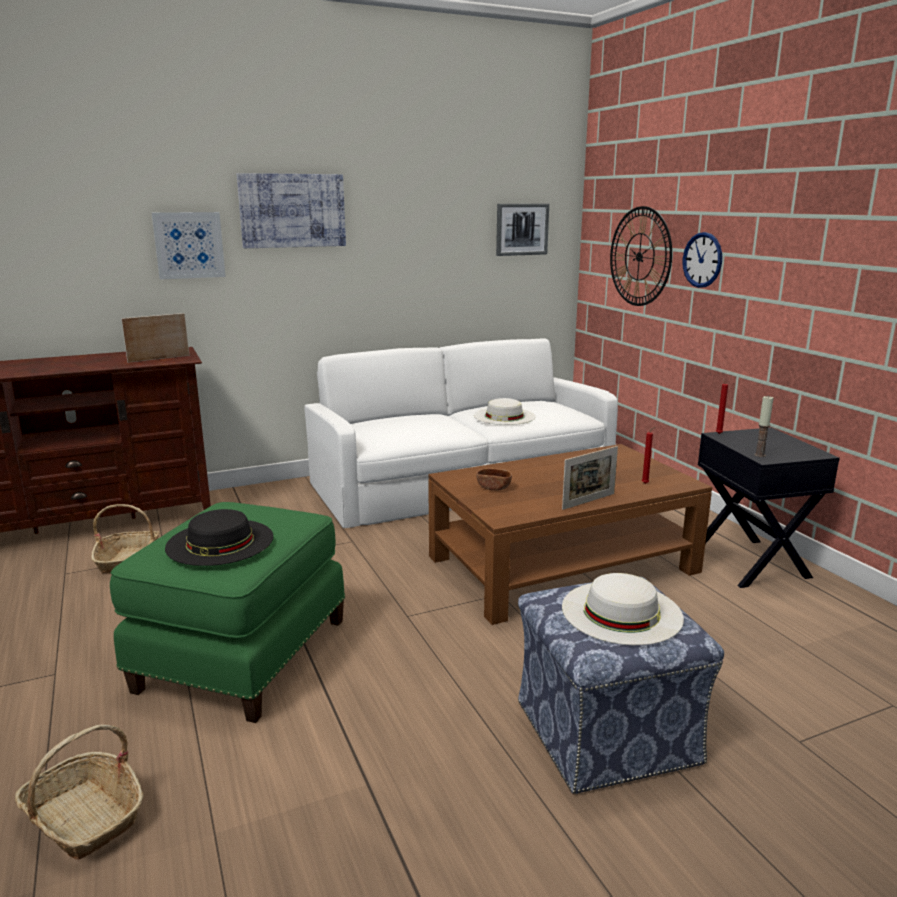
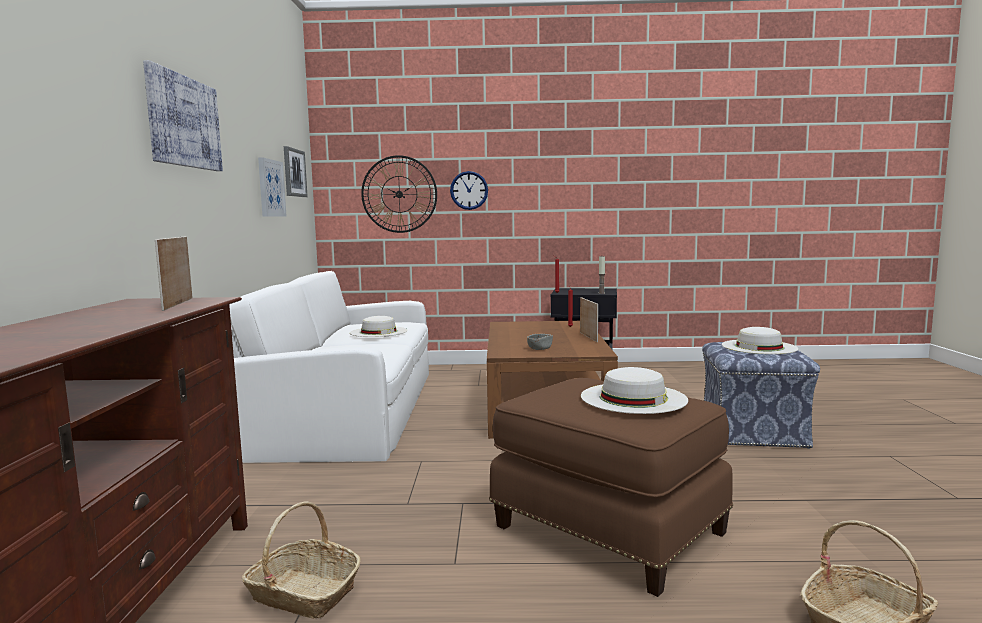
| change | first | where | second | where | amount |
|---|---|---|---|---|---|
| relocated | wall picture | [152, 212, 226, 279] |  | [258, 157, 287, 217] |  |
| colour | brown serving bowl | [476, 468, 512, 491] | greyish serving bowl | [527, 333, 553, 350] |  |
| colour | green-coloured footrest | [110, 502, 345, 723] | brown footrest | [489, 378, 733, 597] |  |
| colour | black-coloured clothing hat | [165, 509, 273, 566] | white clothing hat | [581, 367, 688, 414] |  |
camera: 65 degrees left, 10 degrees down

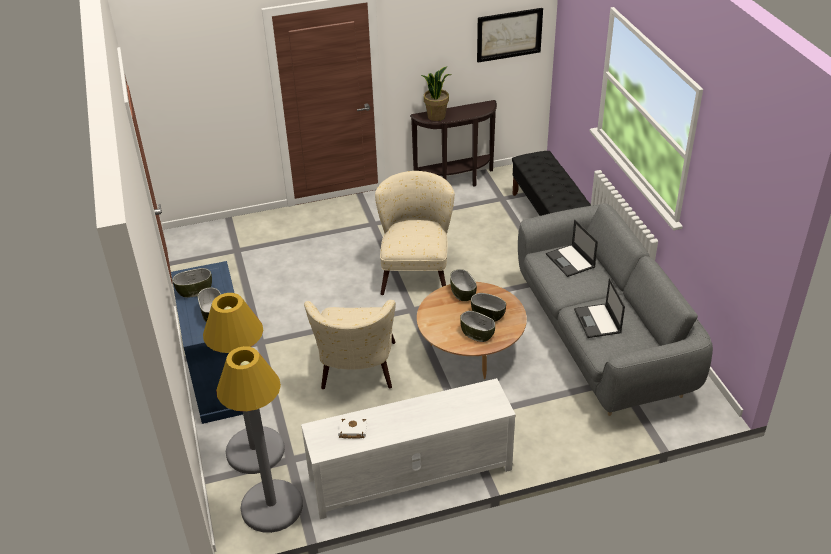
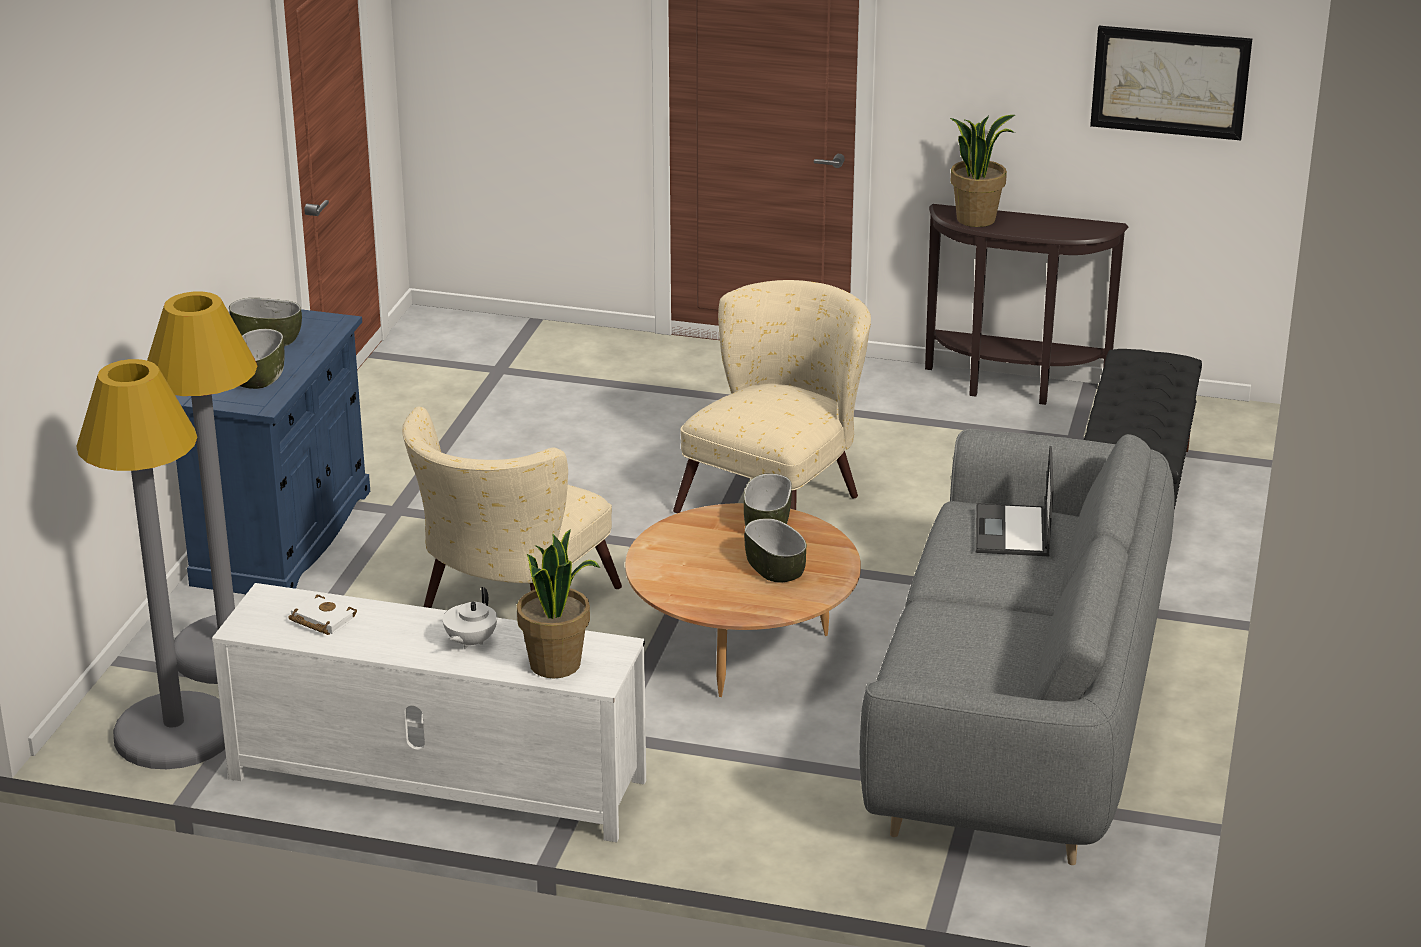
| change | first | where | second | where | amount |
|---|---|---|---|---|---|
| missing | notebook computer | [574, 278, 625, 338] |  |  |  |
| missing | serving bowl | [460, 311, 495, 342] |  |  |  |
| appeared |  |  | potted plant | [517, 529, 600, 678] |  |
| appeared |  |  | white pot for tea | [443, 587, 497, 649] |  |
camera: 30 degrees right, 10 degrees down

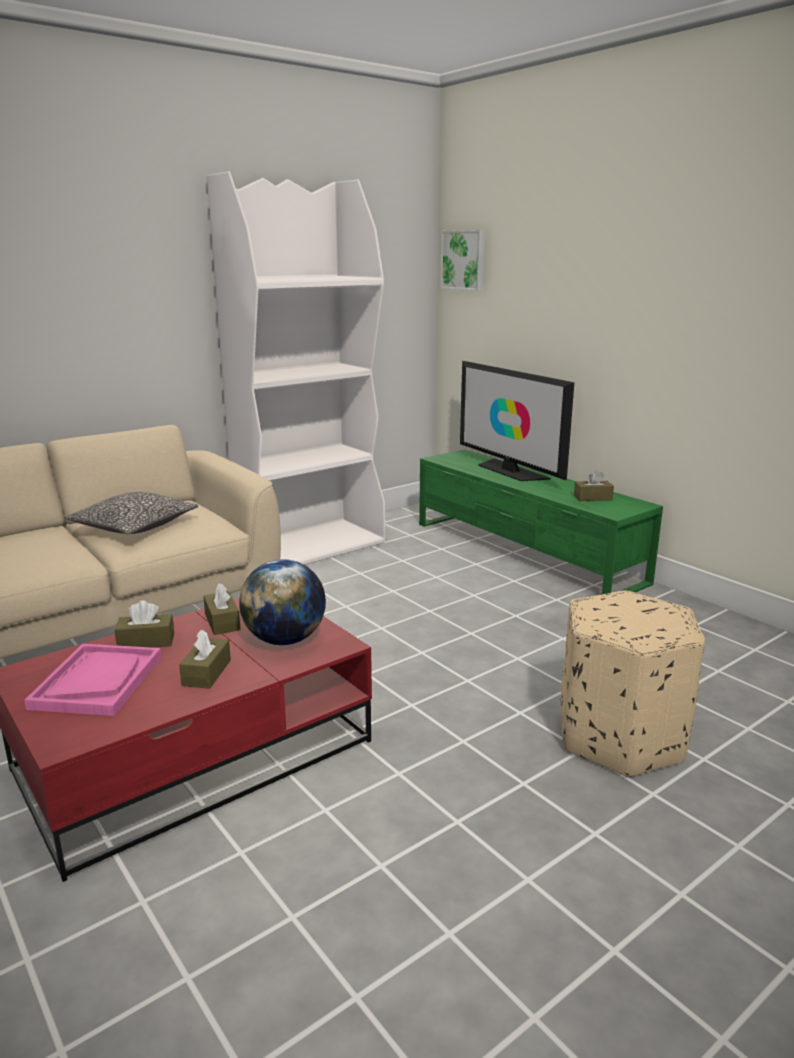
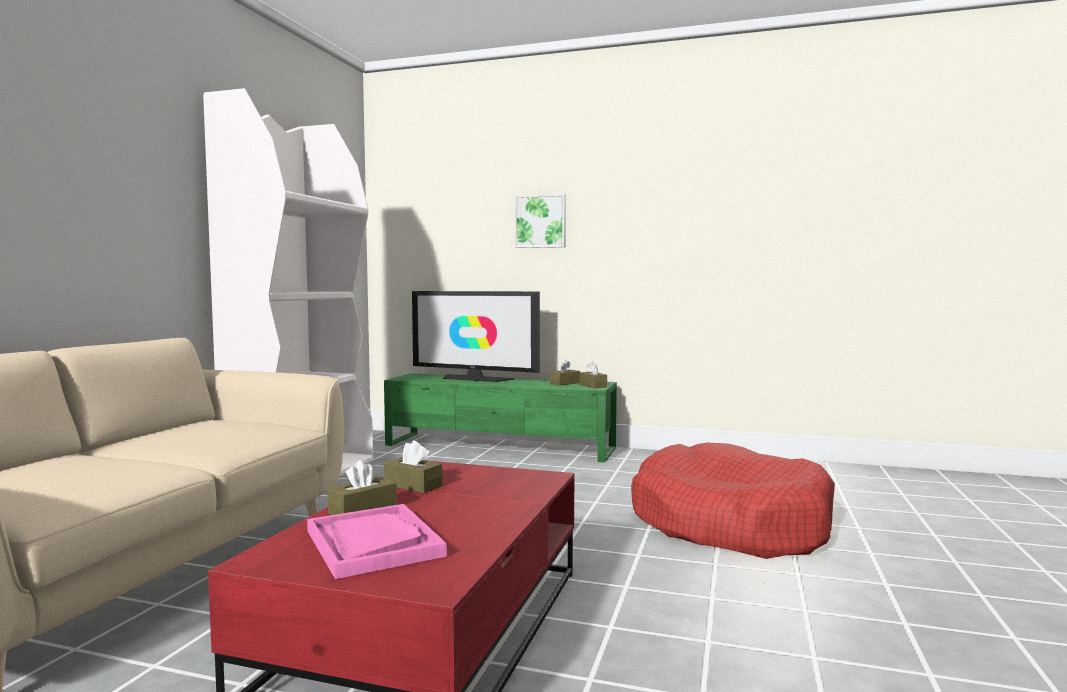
| change | first | where | second | where | amount |
|---|---|---|---|---|---|
| relocated | wall picture | [440, 230, 485, 291] |  | [514, 194, 566, 248] |  |
| missing | pillow | [64, 492, 198, 534] |  |  |  |
| missing | world globe | [239, 559, 326, 645] |  |  |  |
| exchanged | sand-coloured footrest | [561, 591, 705, 778] | red dog bed | [631, 443, 835, 559] |  |
| relocated | brown box of tissues | [179, 630, 231, 689] |  | [580, 361, 607, 388] |  |
camera: 35 degrees left, 15 degrees down

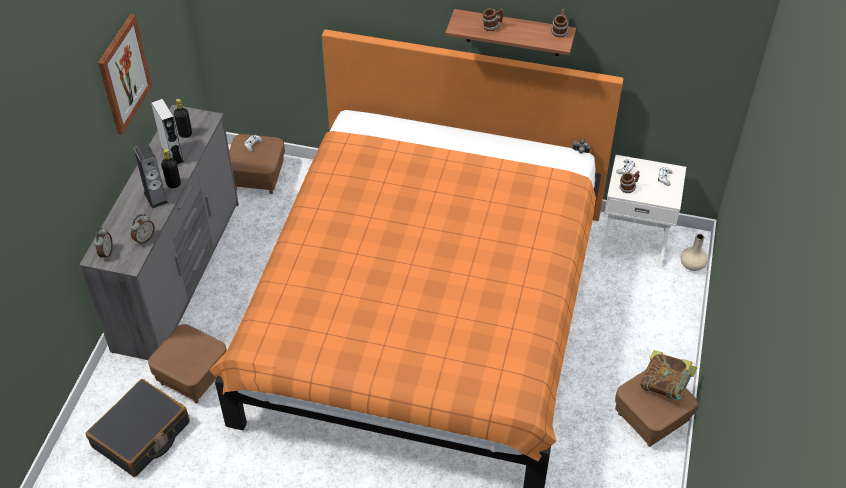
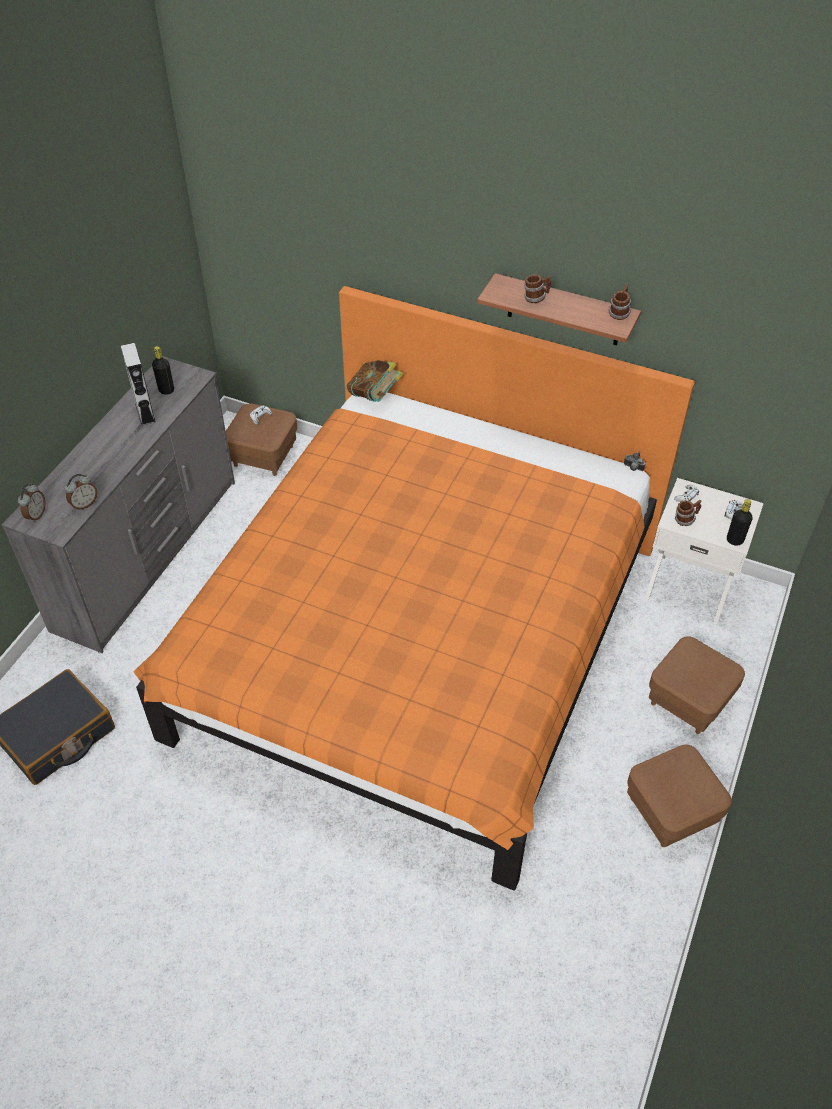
| change | first | where | second | where | amount |
|---|---|---|---|---|---|
| missing | wall picture | [98, 14, 152, 135] |  |  |  |
| missing | loudspeaker | [134, 143, 168, 209] |  |  |  |
| relocated | black-coloured drink bottle | [161, 149, 181, 188] |  | [727, 499, 753, 546] |  |
| missing | sand-coloured decorative vase | [681, 234, 708, 271] |  |  |  |
| relocated | brown footrest | [148, 324, 227, 403] |  | [649, 636, 745, 734] |  |
| relocated | book | [640, 350, 697, 400] |  | [347, 360, 404, 402] |  |
camera: 10 degrees right, 0 degrees up

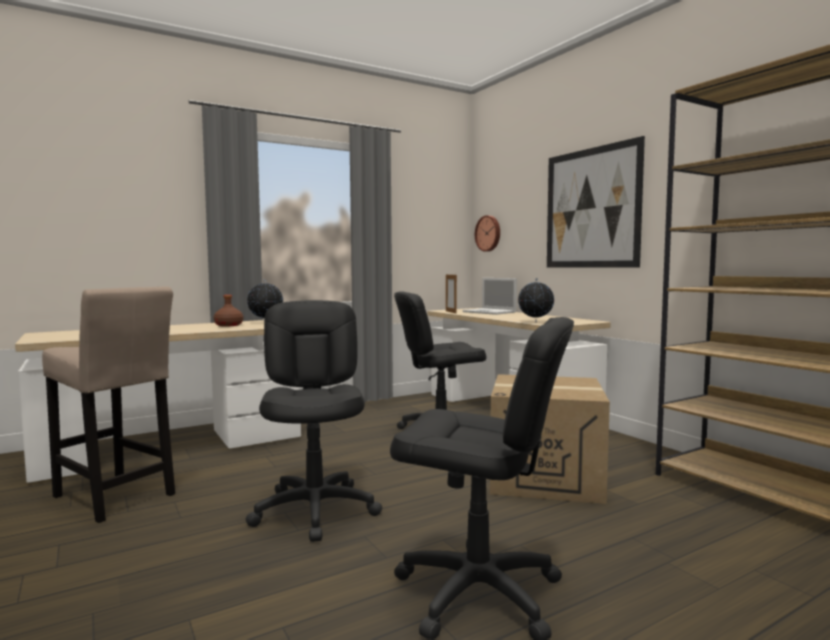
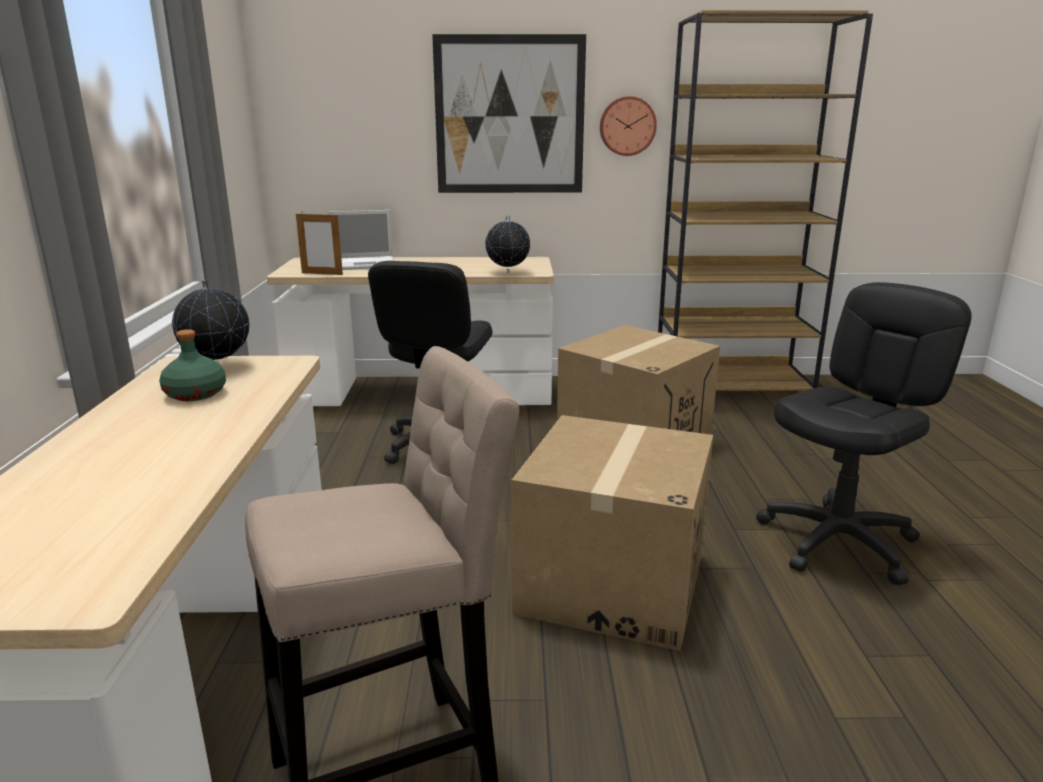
| change | first | where | second | where | amount |
|---|---|---|---|---|---|
| relocated | wall clock | [475, 215, 500, 252] |  | [600, 96, 657, 156] |  |
| colour | brown drink bottle | [213, 295, 243, 327] | green-coloured drink bottle | [159, 329, 226, 401] |  |
| exchanged | black-coloured computer chair | [246, 300, 382, 542] | packing box | [511, 415, 713, 651] |  |
camera: 60 degrees left, 15 degrees up

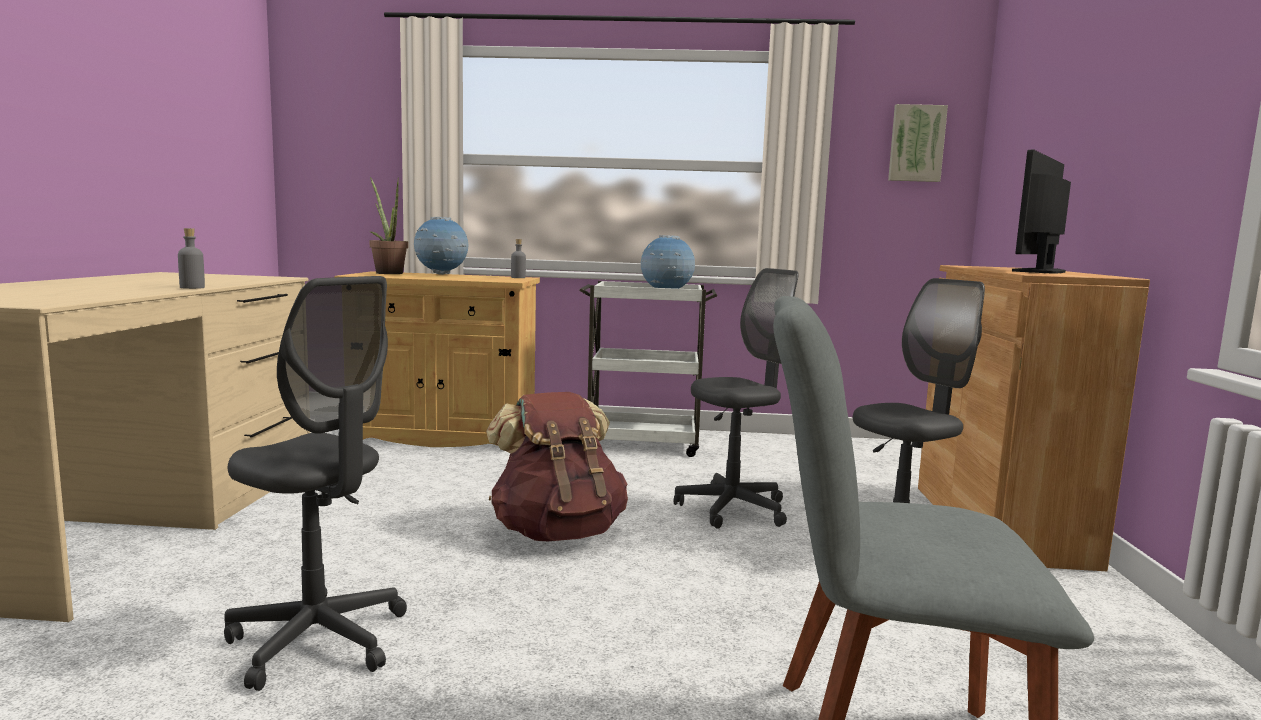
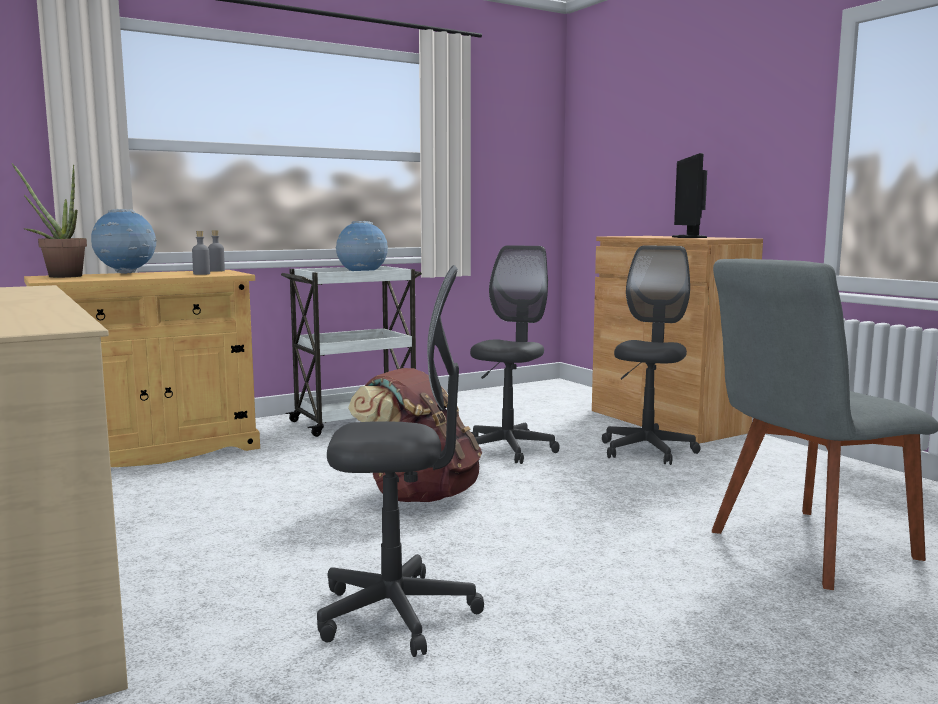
| change | first | where | second | where | amount |
|---|---|---|---|---|---|
| missing | wall picture | [888, 104, 948, 182] |  |  |  |
| relocated | greyish drink bottle | [178, 228, 205, 289] |  | [192, 231, 210, 275] |  |
camera: 35 degrees left, 0 degrees up

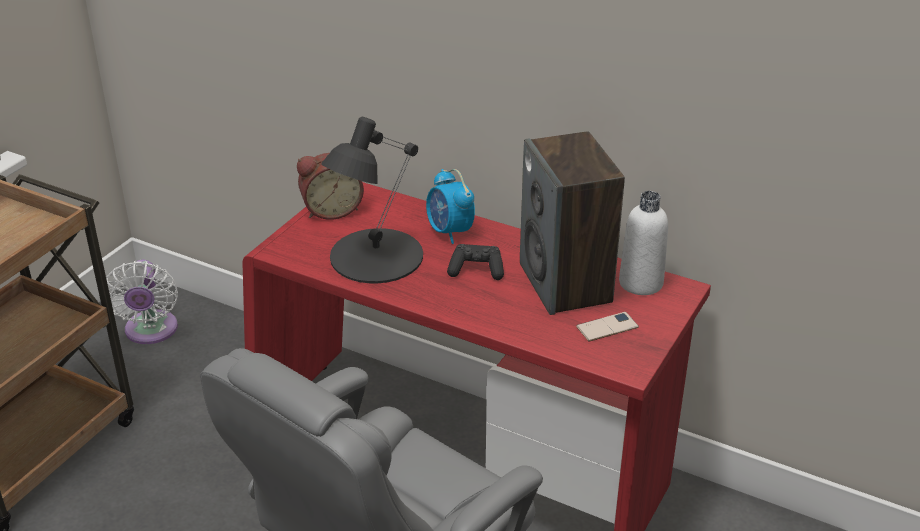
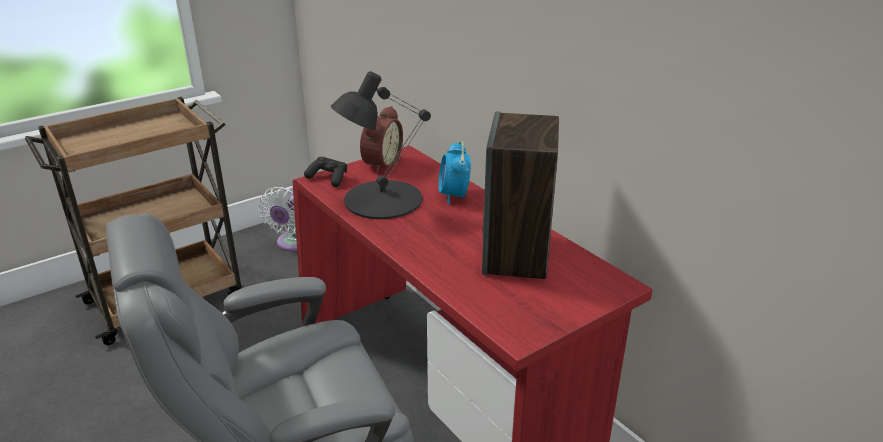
| change | first | where | second | where | amount |
|---|---|---|---|---|---|
| spun | alarm clock | [297, 153, 364, 220] |  | [360, 106, 403, 173] | 75 degrees counterclockwise |
| missing | white drink bottle | [619, 191, 668, 295] |  |  |  |
| relocated | black-coloured gamepad | [447, 244, 504, 280] |  | [304, 157, 347, 187] |  |
| missing | phone | [576, 312, 639, 341] |  |  |  |
camera: 25 degrees right, 5 degrees down

